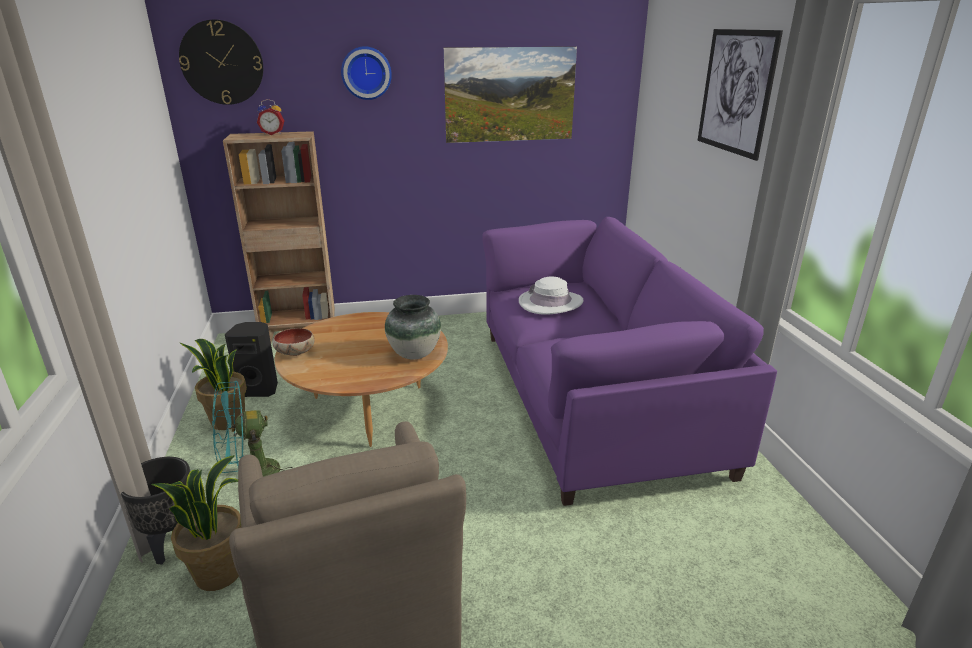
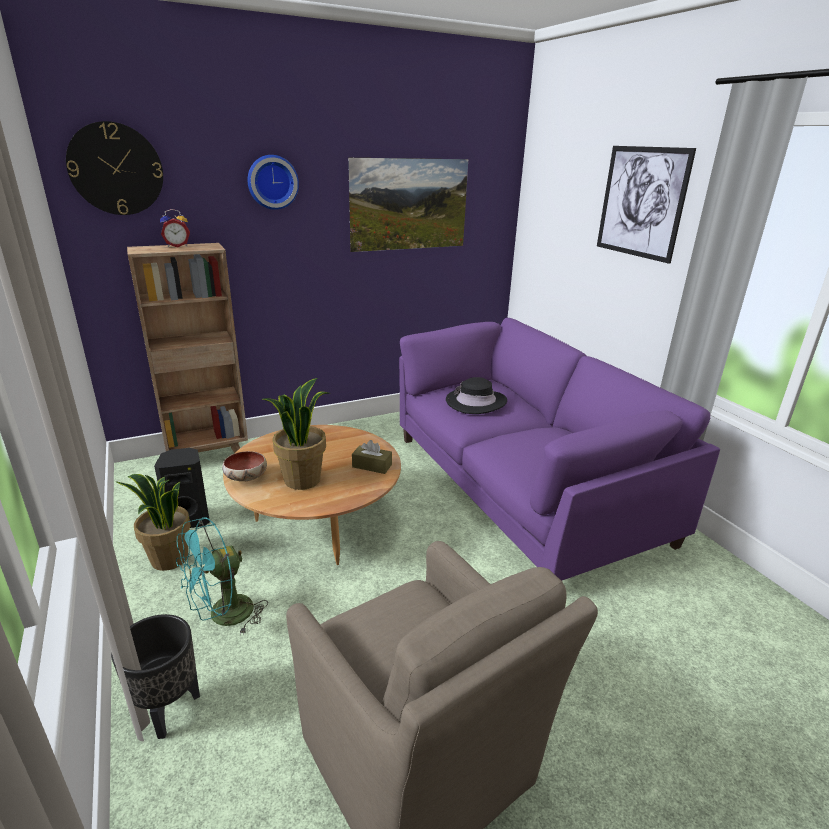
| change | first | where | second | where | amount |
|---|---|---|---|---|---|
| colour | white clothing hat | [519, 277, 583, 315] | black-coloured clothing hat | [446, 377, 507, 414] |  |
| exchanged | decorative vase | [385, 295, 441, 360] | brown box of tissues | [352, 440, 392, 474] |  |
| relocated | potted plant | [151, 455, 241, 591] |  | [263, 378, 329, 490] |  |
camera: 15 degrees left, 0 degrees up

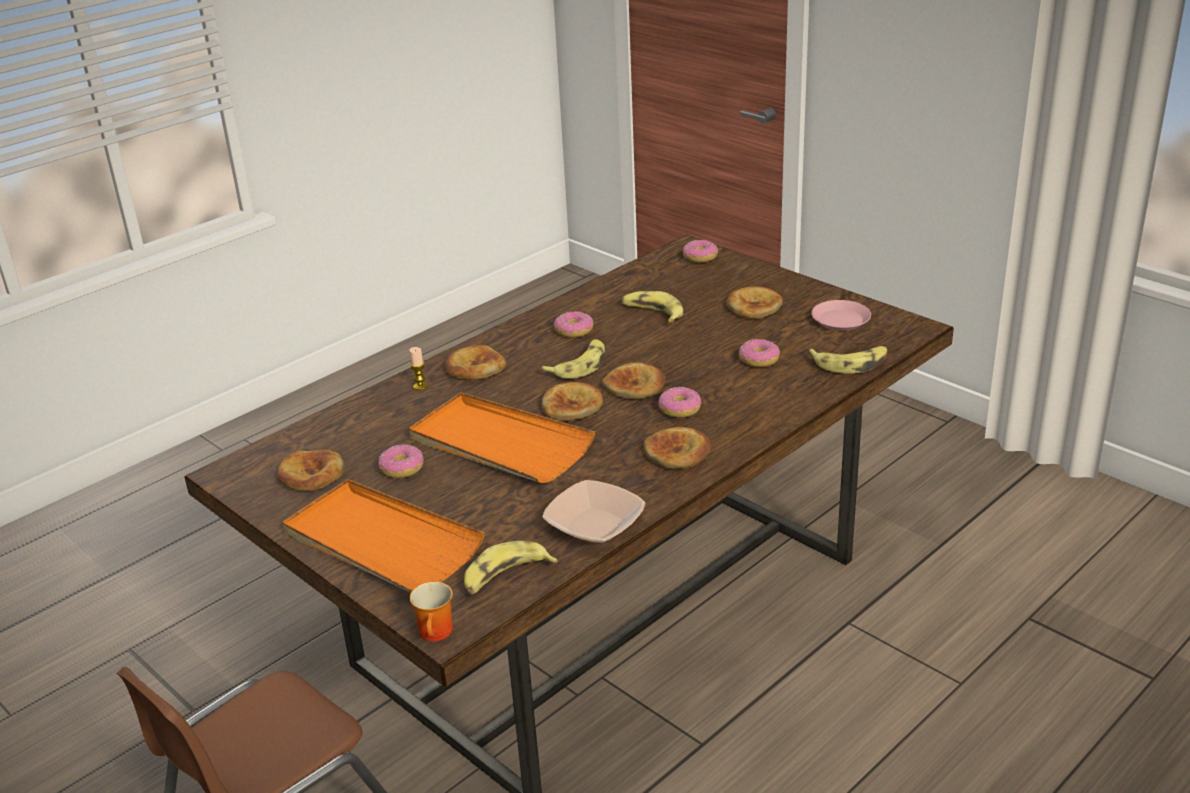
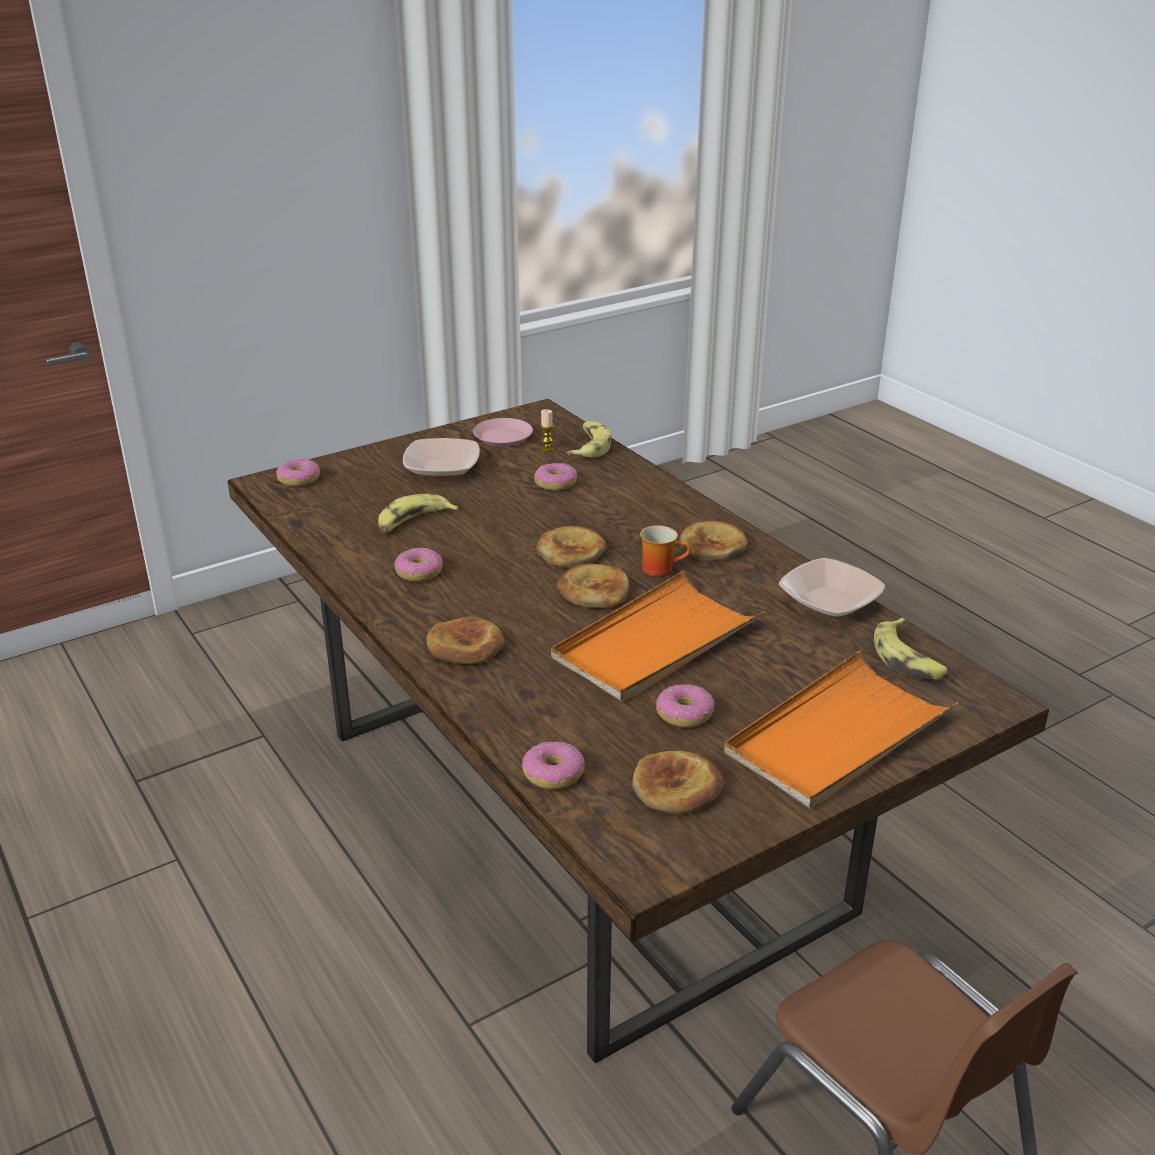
| change | first | where | second | where | amount |
|---|---|---|---|---|---|
| exchanged | baked bread | [726, 286, 783, 319] | serving bowl | [403, 438, 480, 480] |  |
| missing | banana fruit | [541, 339, 605, 379] |  |  |  |
| relocated | candle | [410, 347, 427, 390] |  | [540, 409, 554, 452] |  |
| relocated | doughnut | [658, 387, 701, 418] |  | [522, 742, 585, 789] |  |
| relocated | mug | [409, 582, 453, 641] |  | [640, 525, 691, 577] |  |
camera: 80 degrees left, 0 degrees up

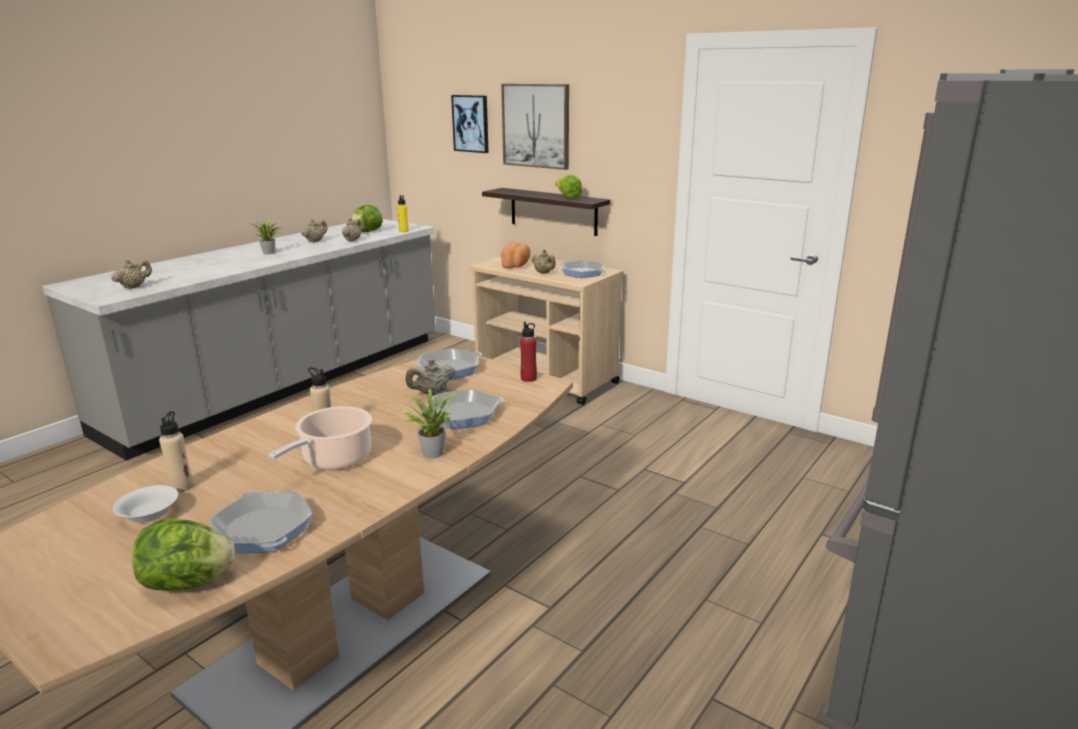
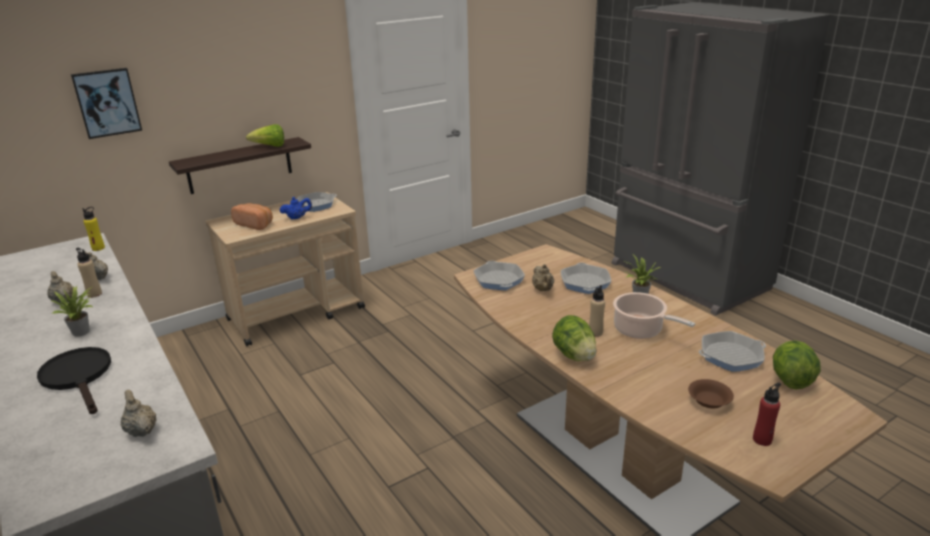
| change | first | where | second | where | amount |
|---|---|---|---|---|---|
| missing | wall picture | [501, 84, 569, 170] |  |  |  |
| relocated | head of lettuce | [351, 205, 383, 232] |  | [552, 315, 596, 361] |  |
| colour | sand-coloured pot for tea | [532, 250, 556, 274] | bluish pot for tea | [279, 197, 312, 219] |  |
| relocated | red drink bottle | [520, 322, 537, 382] |  | [753, 382, 781, 446] |  |
| relocated | sand-coloured drink bottle | [159, 411, 193, 492] |  | [76, 248, 102, 298] |  |
| colour | white serving bowl | [113, 485, 178, 523] | brown serving bowl | [688, 379, 734, 408] |  |
| appeared |  |  | black-coloured pan | [37, 347, 111, 414] |  |
camera: 70 degrees left, 5 degrees up

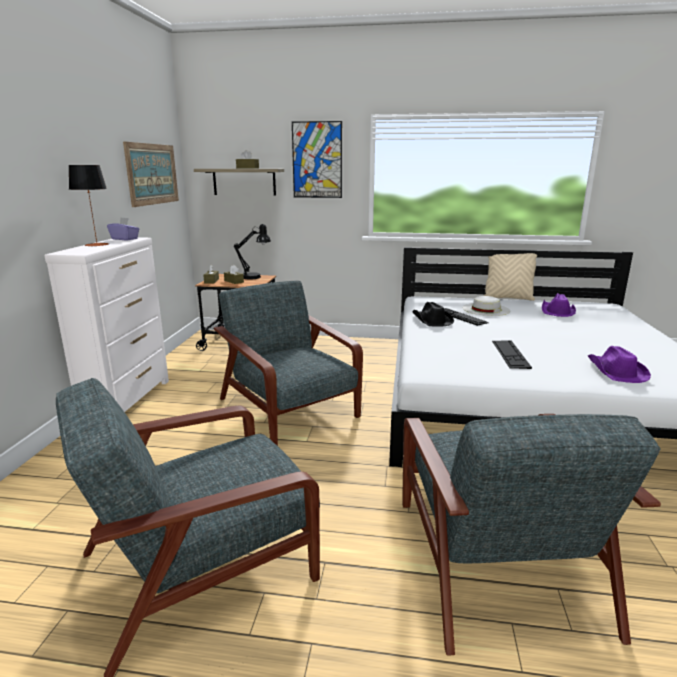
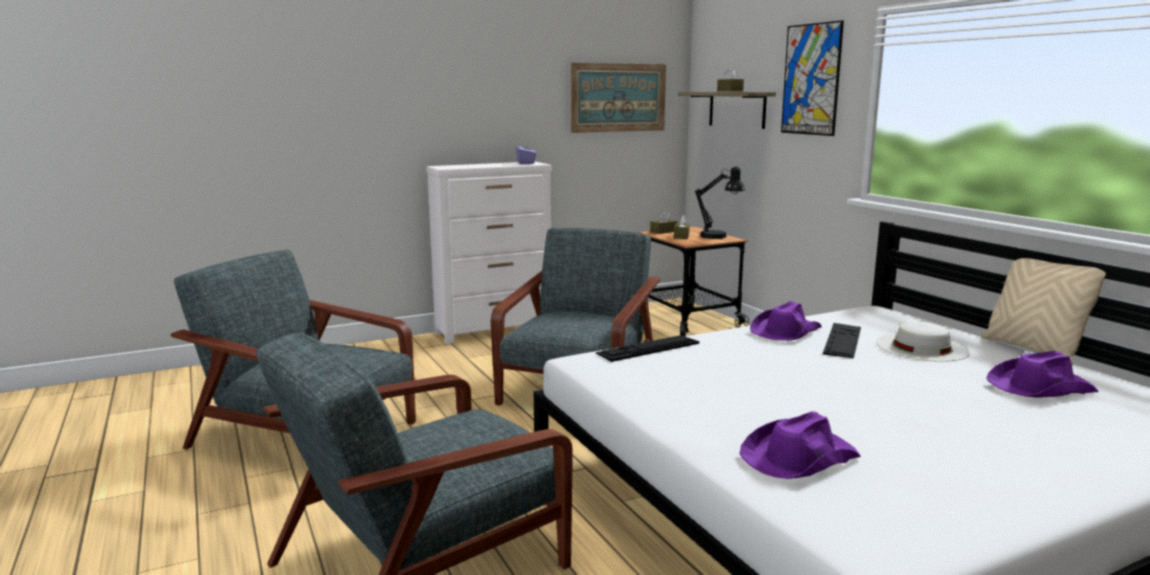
| change | first | where | second | where | amount |
|---|---|---|---|---|---|
| missing | tabletop lamp | [69, 165, 109, 247] |  |  |  |
| colour | black-coloured clothing hat | [412, 302, 454, 326] | purple clothing hat | [750, 301, 822, 341] |  |
| relocated | PC keyboard | [492, 340, 532, 369] |  | [596, 335, 699, 362] |  |
camera: 55 degrees right, 5 degrees down

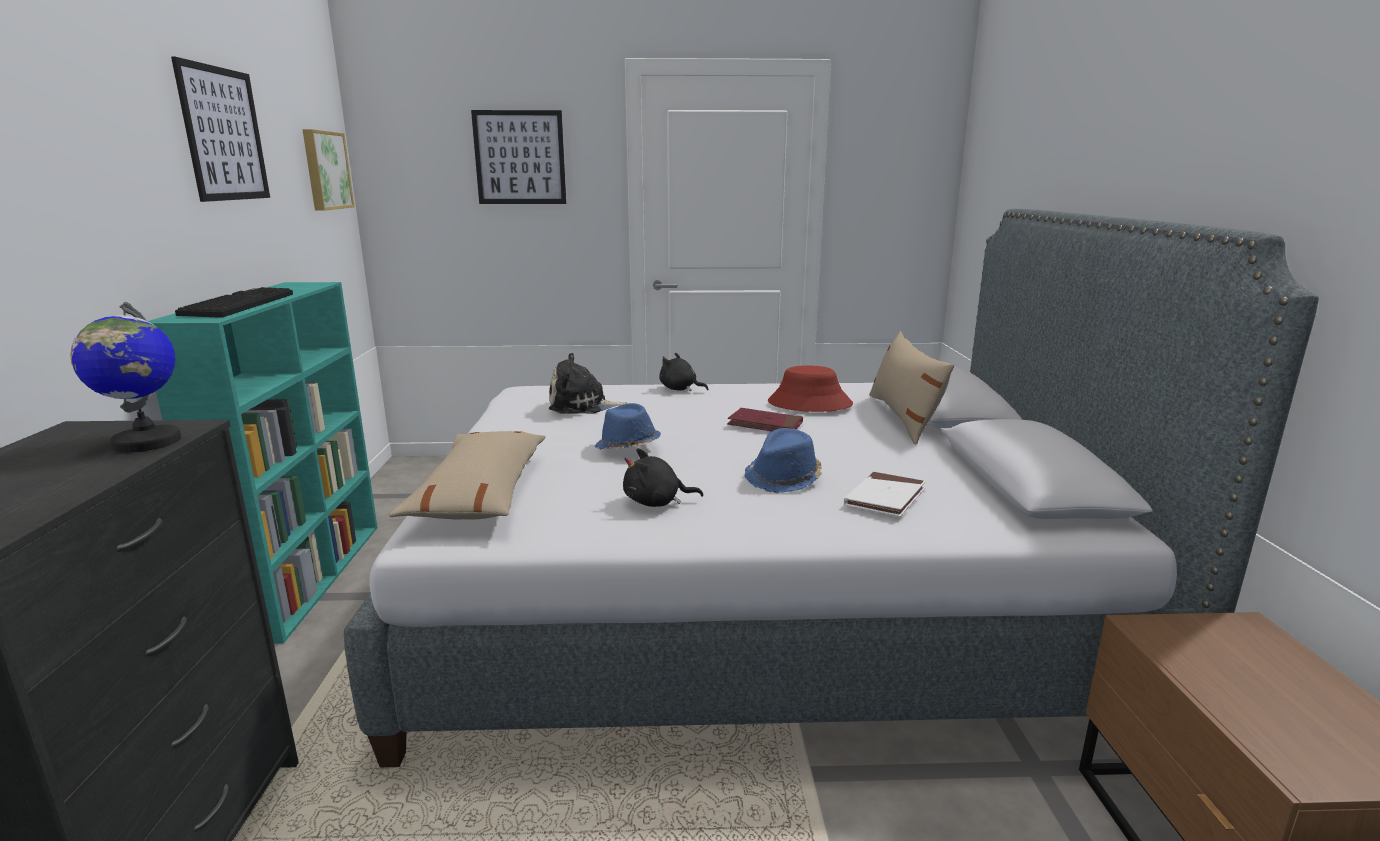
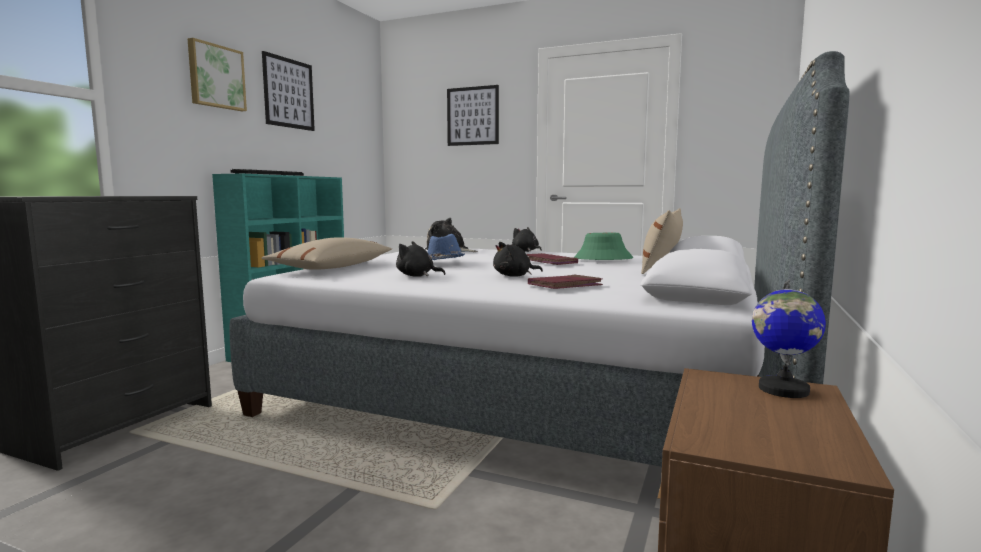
| change | first | where | second | where | amount |
|---|---|---|---|---|---|
| relocated | wall picture | [302, 129, 354, 211] |  | [187, 38, 247, 111] |  |
| relocated | world globe | [70, 302, 181, 452] |  | [752, 279, 826, 398] |  |
| colour | red clothing hat | [768, 365, 853, 412] | green-coloured clothing hat | [574, 233, 634, 260] |  |
| exchanged | bluish clothing hat | [745, 428, 822, 493] | black-coloured soft toy | [493, 242, 543, 277] |  |
| colour | white book | [844, 472, 926, 517] | red book | [528, 275, 603, 289] |  |
camera: 25 degrees right, 10 degrees down

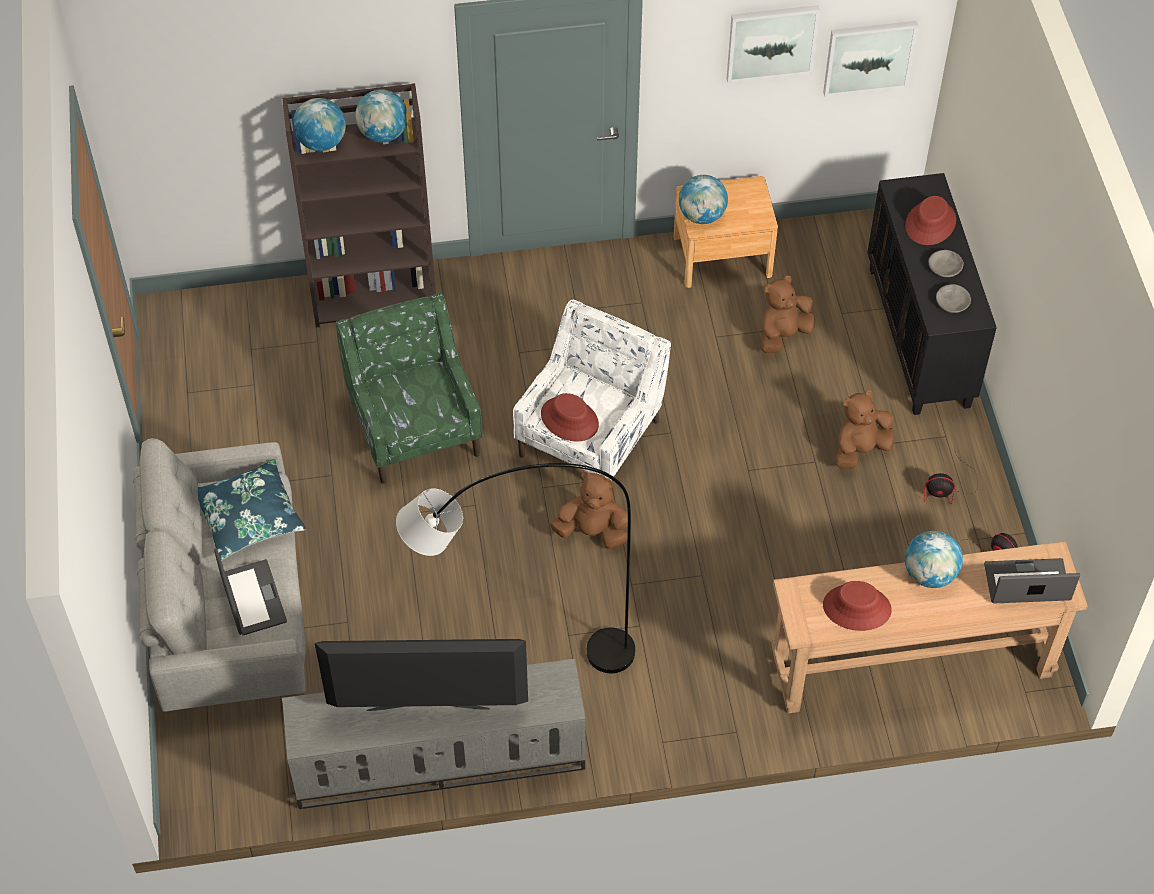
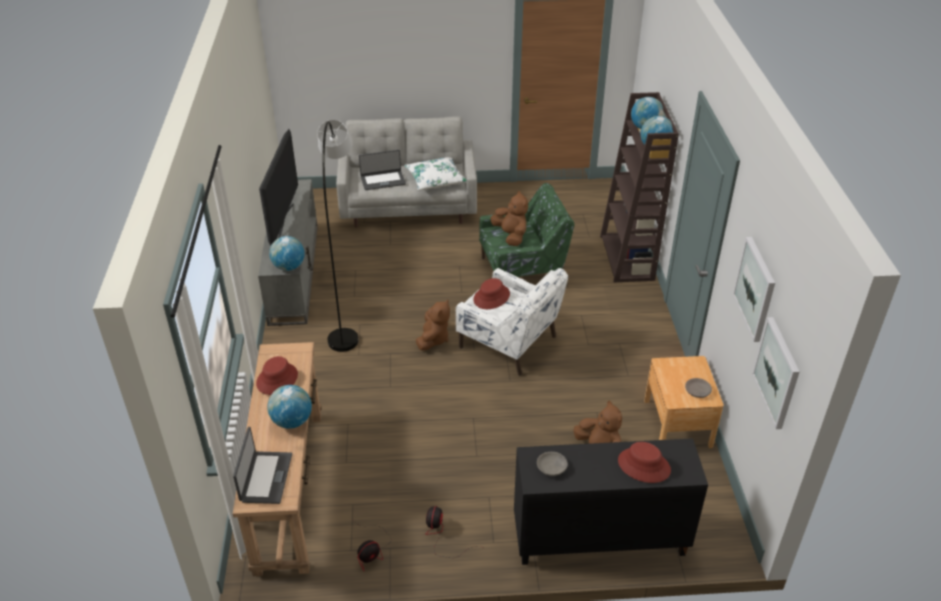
| change | first | where | second | where | amount |
|---|---|---|---|---|---|
| relocated | world globe | [679, 175, 728, 224] |  | [269, 236, 305, 271] |  |
| relocated | greyish serving bowl | [928, 250, 964, 277] |  | [685, 378, 712, 398] |  |
| relocated | brown soft toy | [835, 390, 894, 469] |  | [490, 191, 528, 246] |  |
| colour | bluish pillow | [198, 459, 306, 561] | white pillow | [404, 157, 467, 191] |  |
camera: 95 degrees right, 15 degrees down

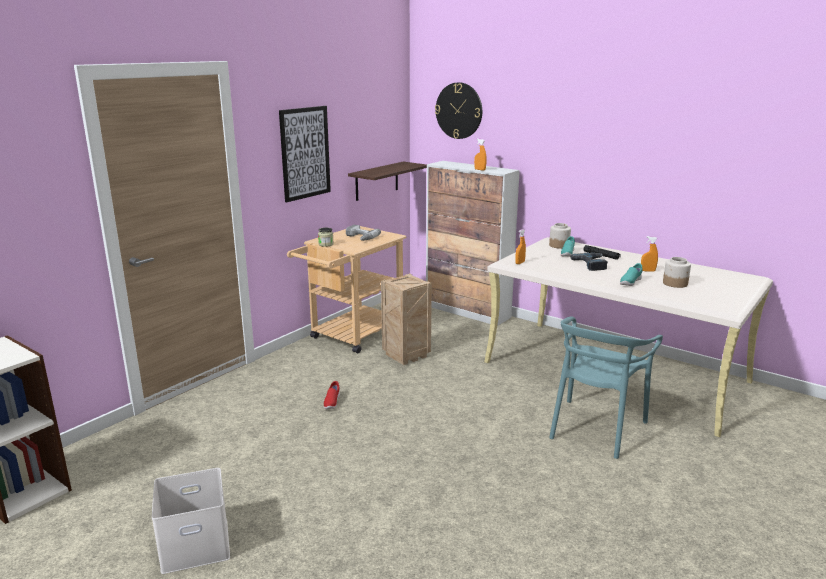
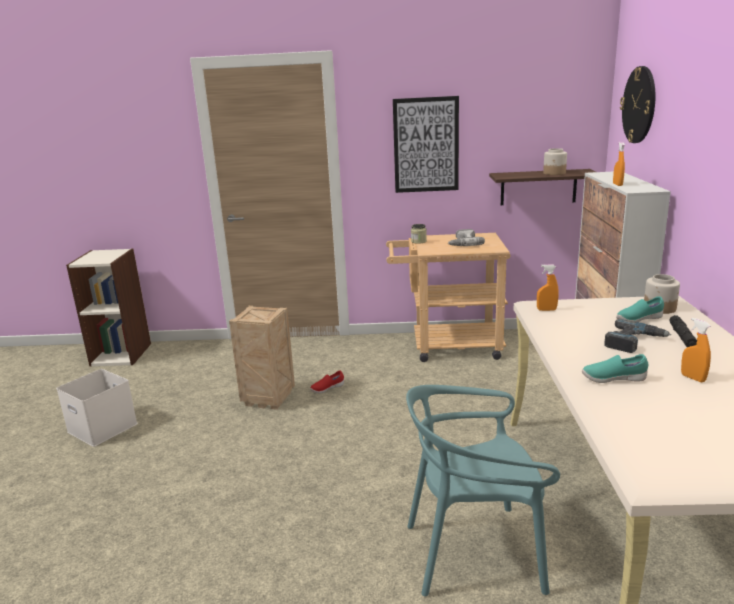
| change | first | where | second | where | amount |
|---|---|---|---|---|---|
| relocated | jar | [663, 257, 691, 288] |  | [543, 148, 567, 175] |  |
| relocated | crate | [381, 273, 432, 365] |  | [229, 306, 295, 410] |  |
camera: 55 degrees right, 0 degrees up

